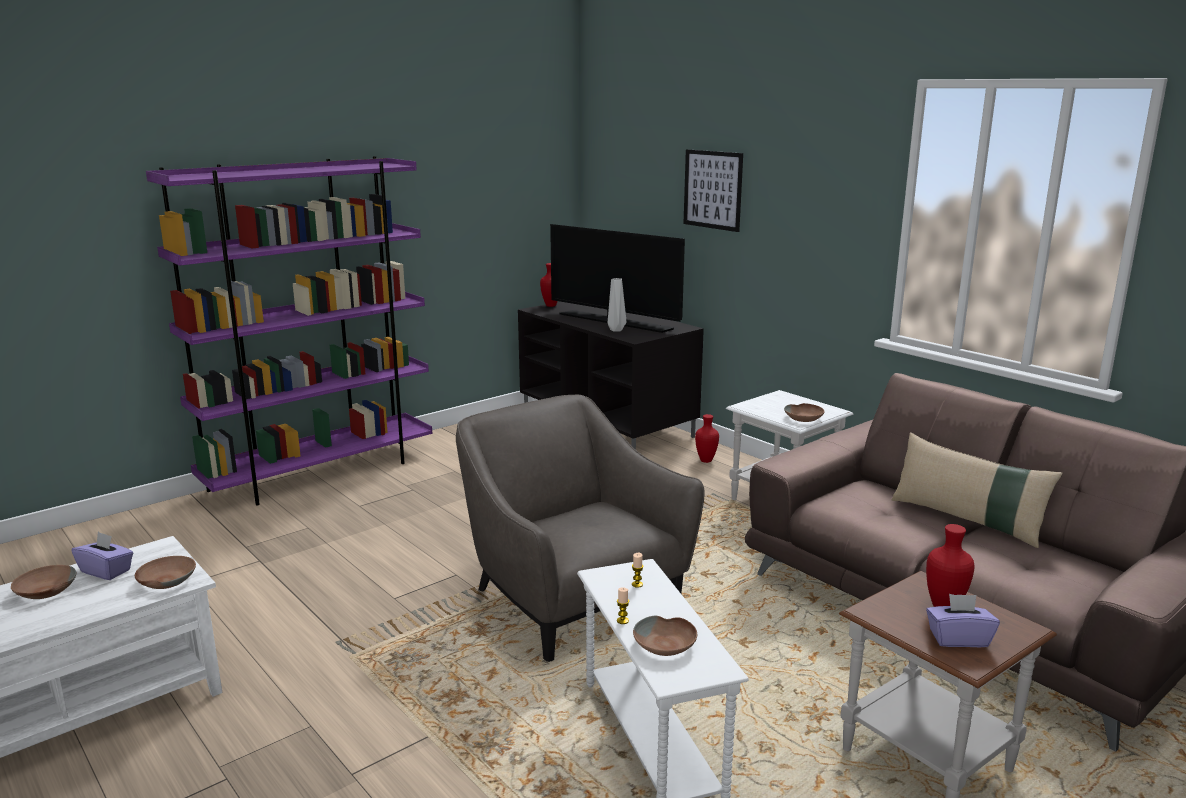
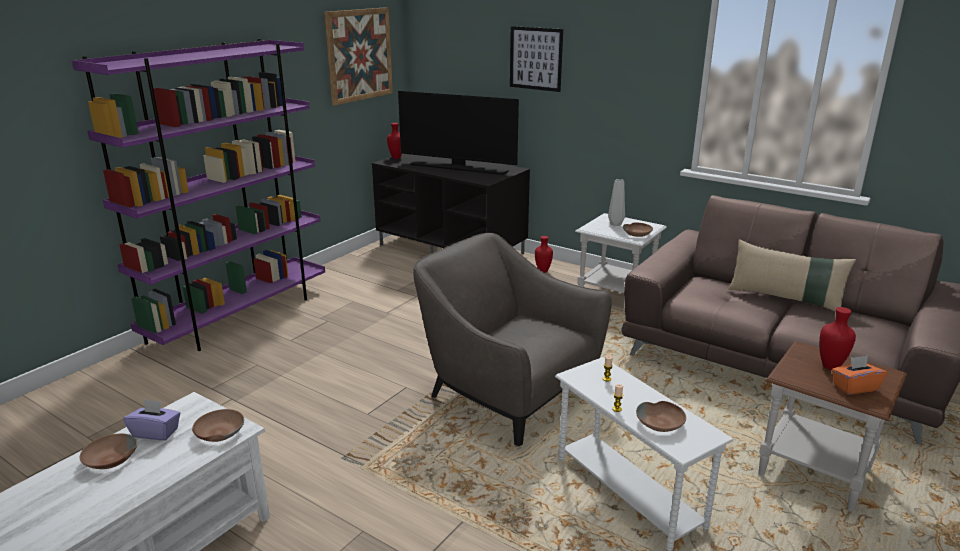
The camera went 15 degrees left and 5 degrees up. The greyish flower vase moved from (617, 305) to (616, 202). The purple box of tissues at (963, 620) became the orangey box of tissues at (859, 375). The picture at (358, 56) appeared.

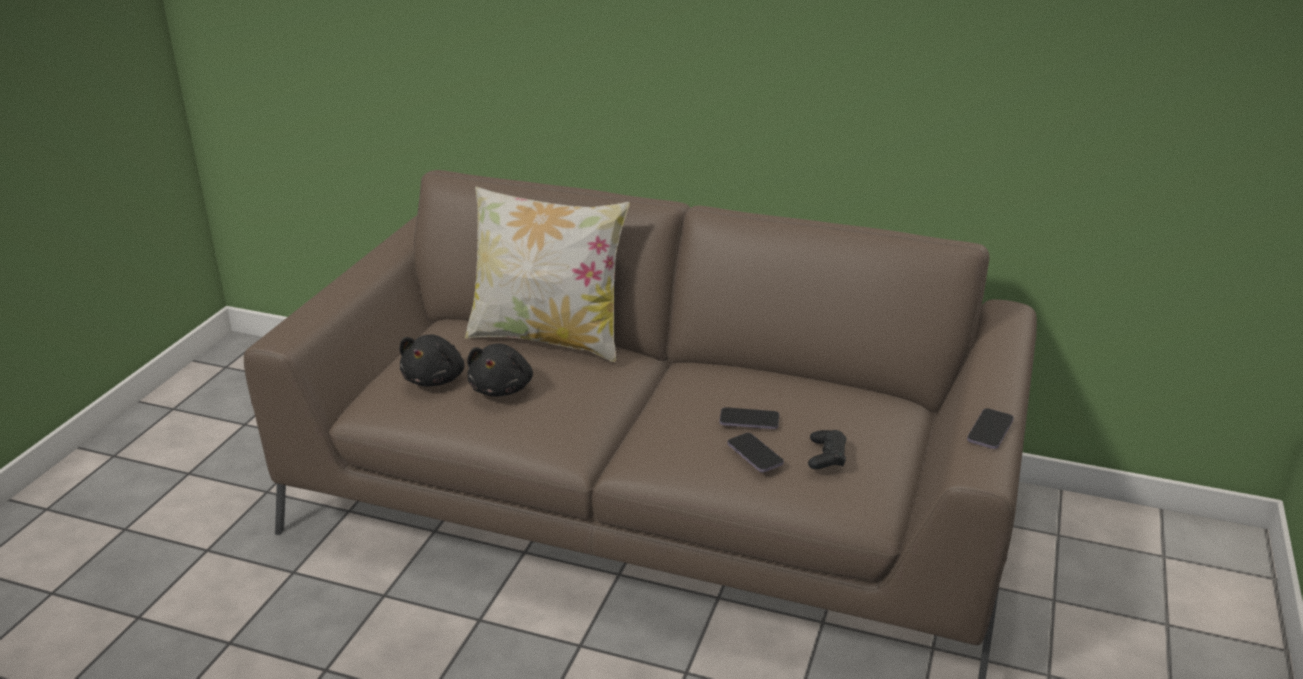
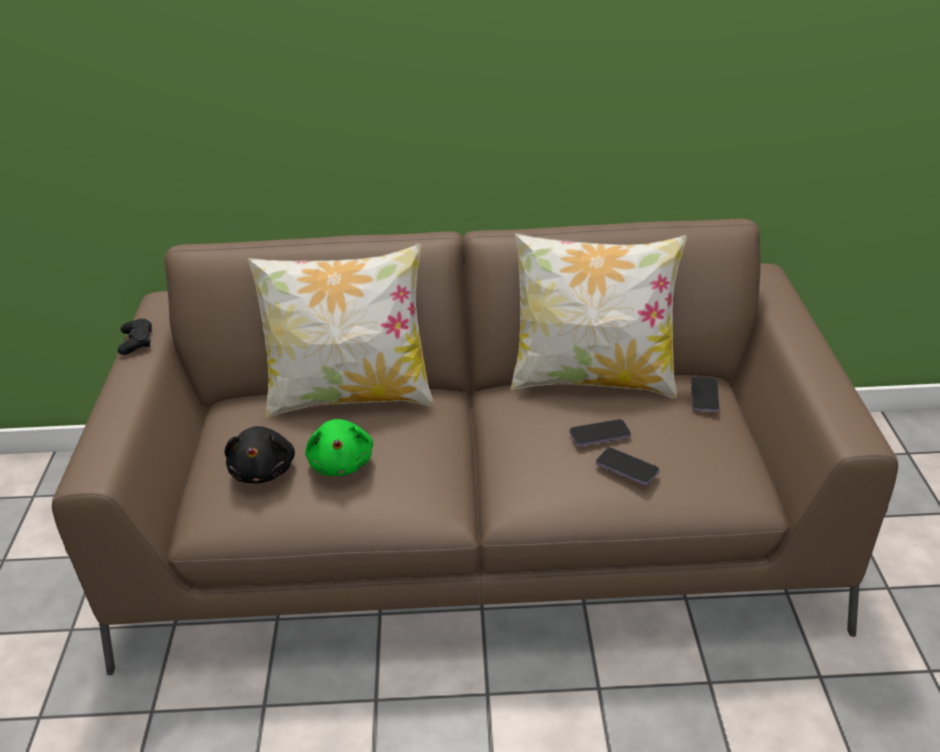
The camera went 20 degrees left and 5 degrees up. The black-coloured plush toy at (500, 370) became the green plush toy at (339, 447). The phone moved from (990, 428) to (705, 394). The black-coloured joypad moved from (827, 449) to (134, 336). The pillow at (599, 315) appeared.

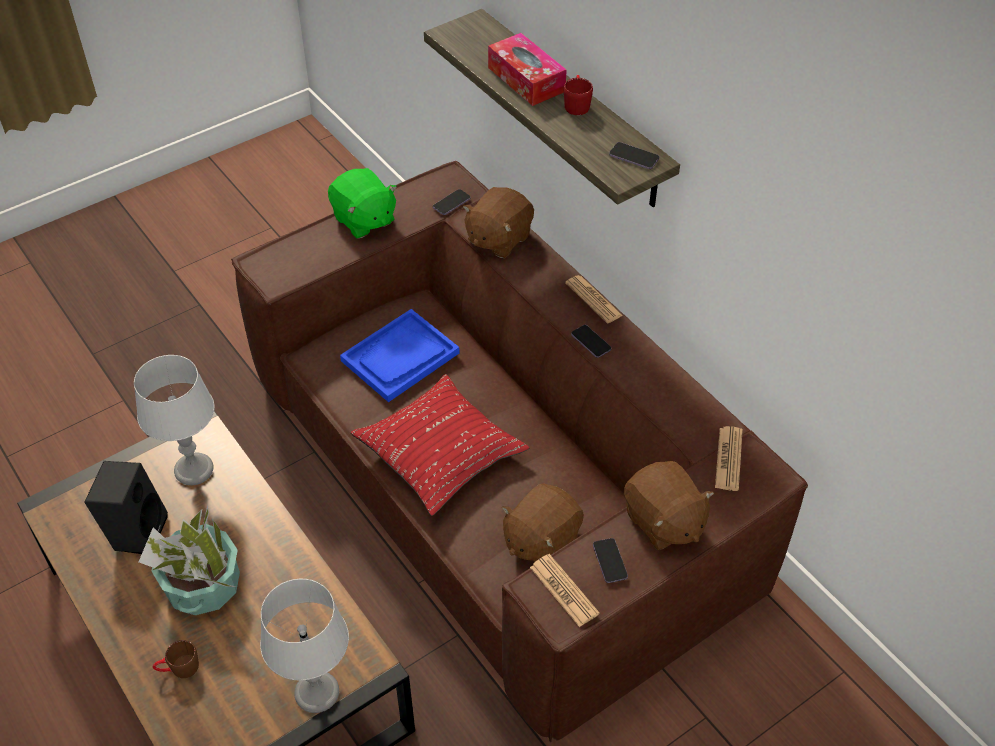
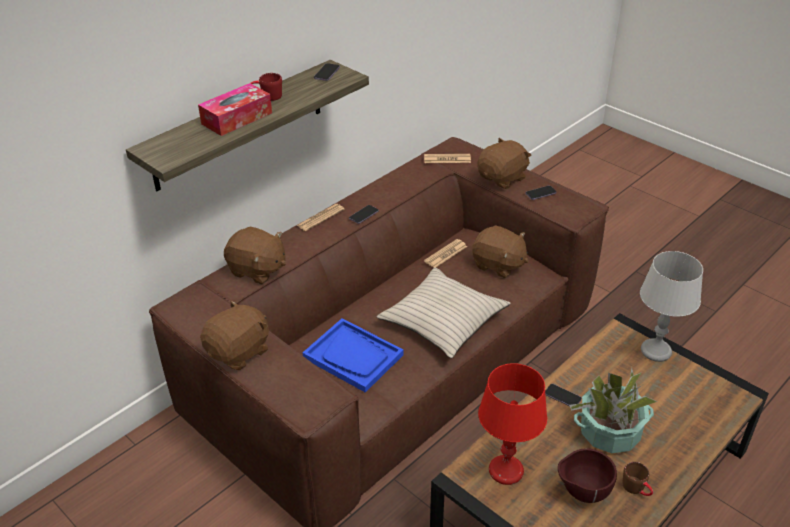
The camera went 100 degrees left and 10 degrees down. The green plush toy at (362, 203) became the brownish plush toy at (234, 335). The phone moved from (452, 202) to (563, 395). The greyish lamp for a table at (174, 420) became the red lamp for a table at (512, 424). The red pillow at (440, 445) became the sand-coloured pillow at (444, 312). The black-coloured loudspeaker at (126, 507) was replaced by the brownish serving bowl at (587, 475). The printed paper moved from (565, 590) to (445, 253). The brownish mug moved from (176, 659) to (638, 479).

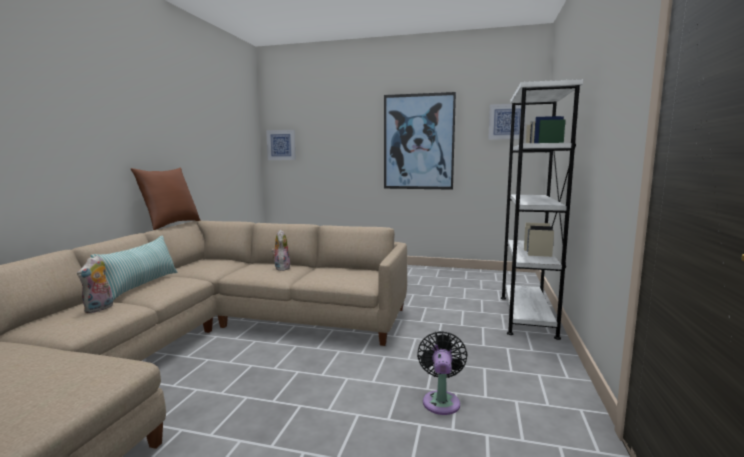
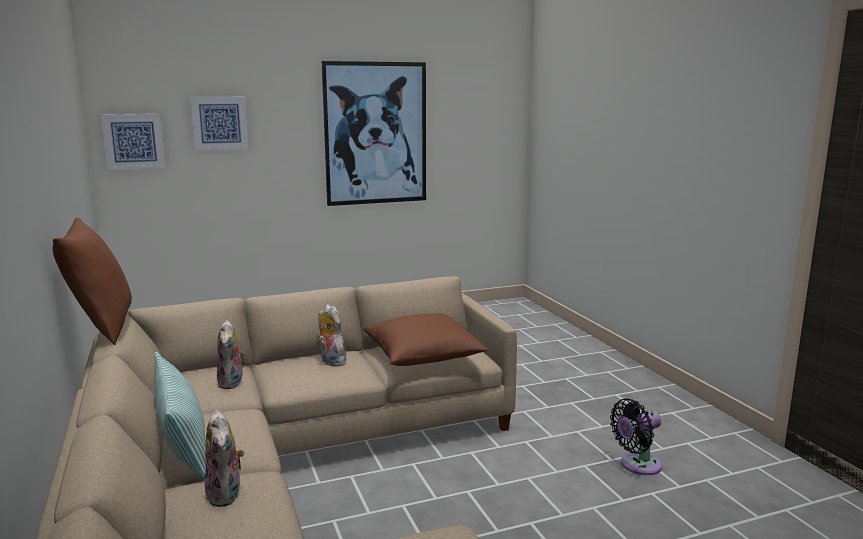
The camera went 35 degrees left and 5 degrees up. The white bookshelf at (542, 209) disappeared. The picture moved from (507, 122) to (219, 123). The black-coloured cooling fan at (442, 373) turned 90 degrees counterclockwise. The brownish pillow at (425, 339) appeared. The plush toy at (231, 354) appeared.

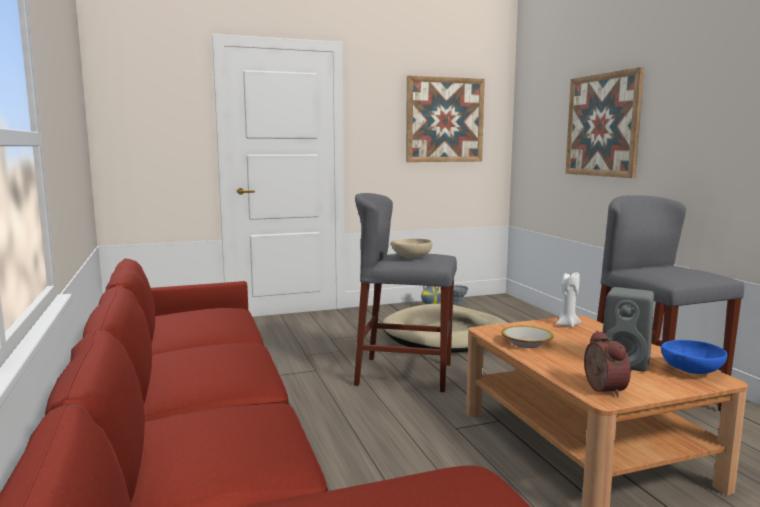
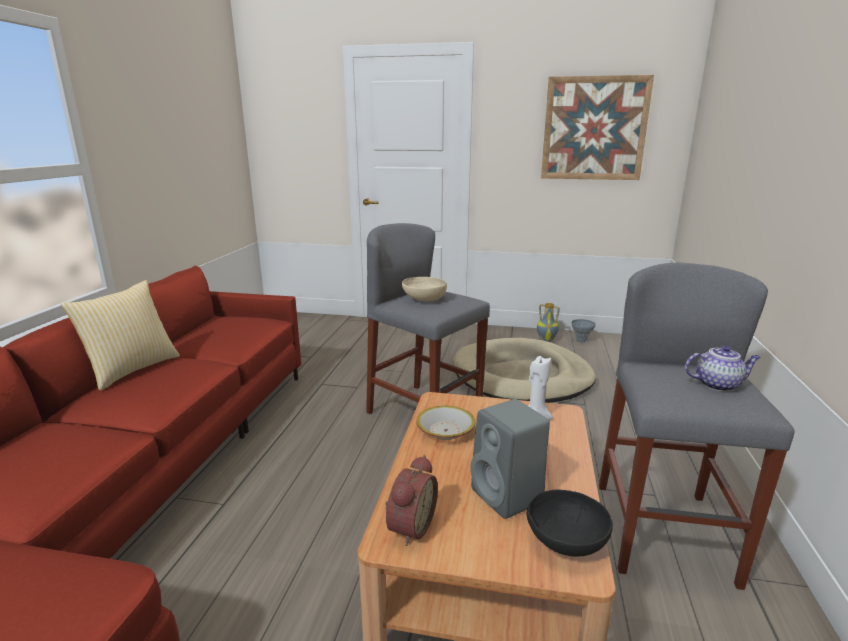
The camera went 30 degrees right and 10 degrees up. The picture at (604, 122) disappeared. The bluish serving bowl at (694, 357) became the black-coloured serving bowl at (569, 523). The pillow at (120, 335) appeared. The teapot at (723, 368) appeared.

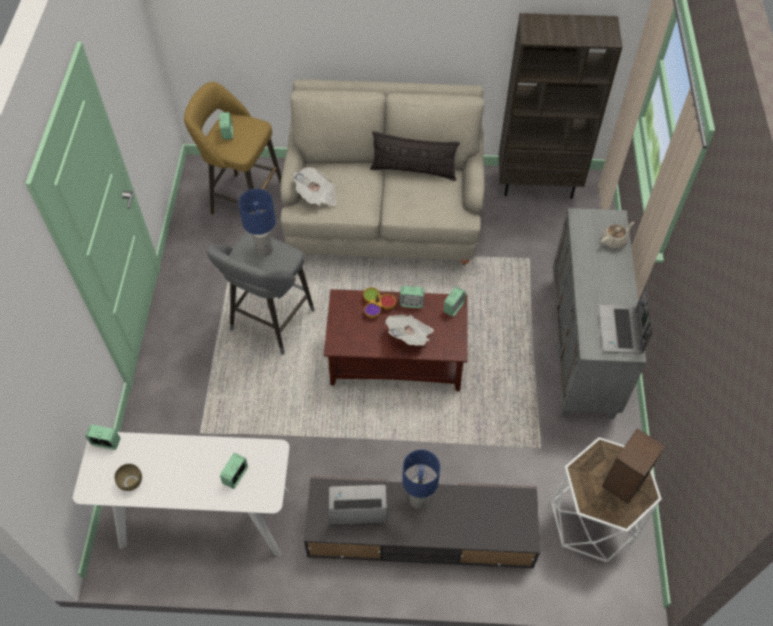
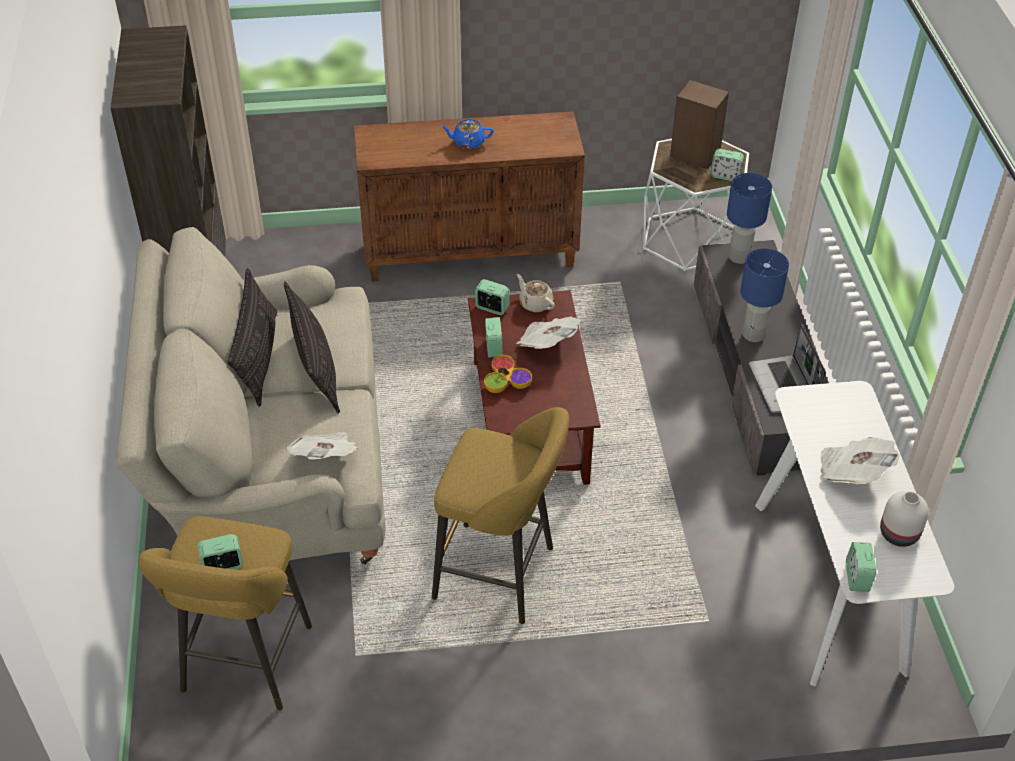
The camera went 100 degrees left and 10 degrees down. The bluish lamp for a table moved from (257, 222) to (749, 218). The greyish cupboard at (599, 313) became the brownish cupboard at (469, 196). The sand-coloured teapot moved from (617, 235) to (536, 293). The greyish stool at (260, 293) became the yellow stool at (500, 515). The notebook computer at (625, 320) disappeared. The bedside clock moved from (234, 471) to (727, 165). The brownish serving bowl at (128, 477) was replaced by the white flower vase at (904, 519). The bluish teapot at (467, 134) appeared. The pillow at (312, 347) appeared. The printed paper at (859, 460) appeared.

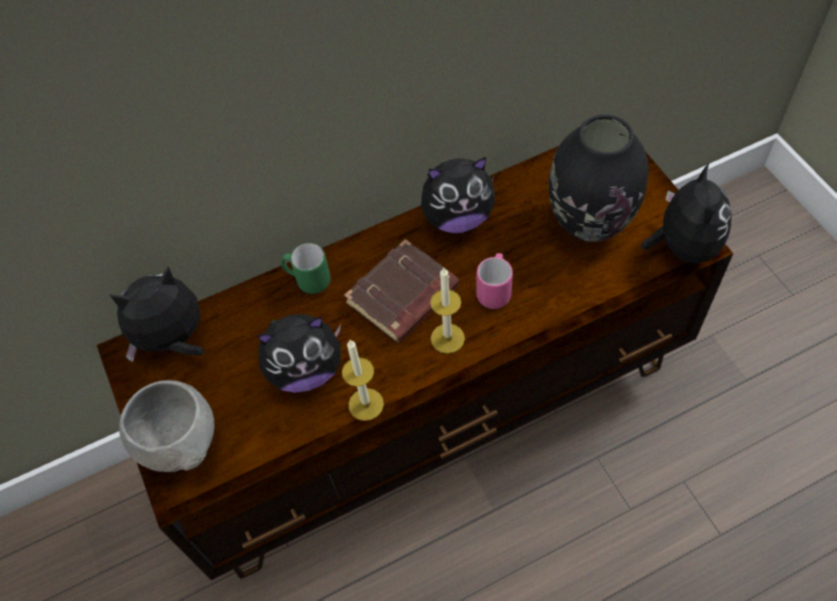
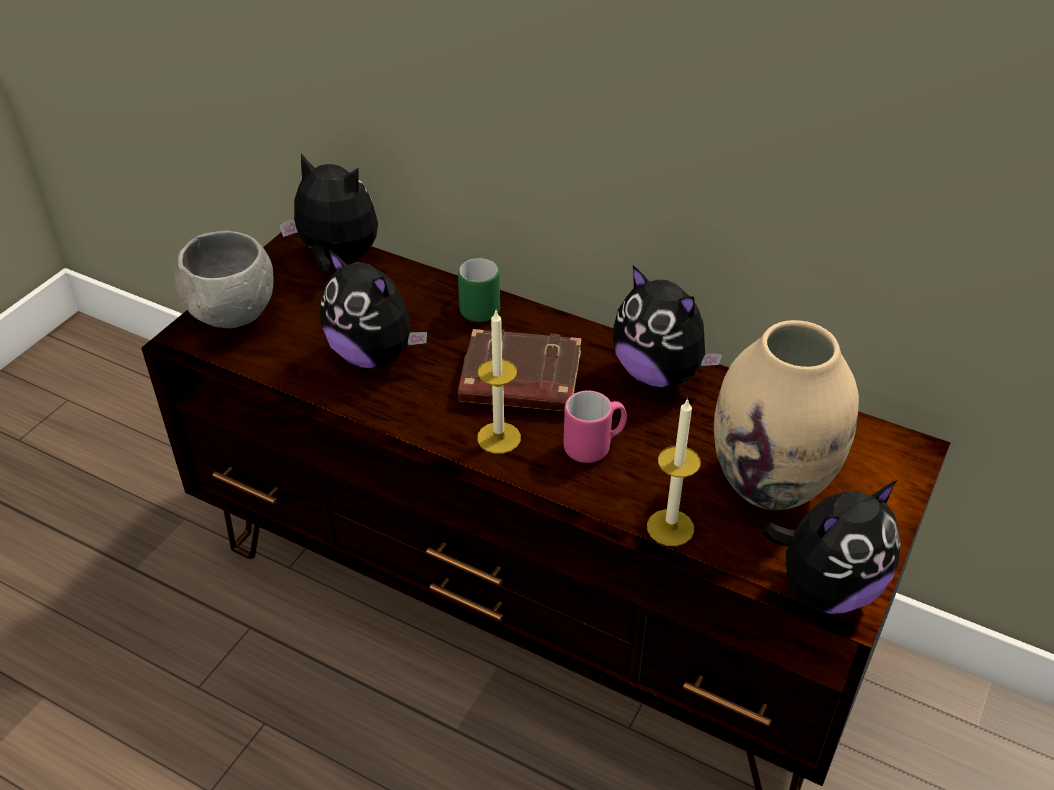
The camera went 50 degrees right and 15 degrees down. The black-coloured flower vase at (599, 178) became the sand-coloured flower vase at (786, 415). The wax light moved from (363, 380) to (674, 472).

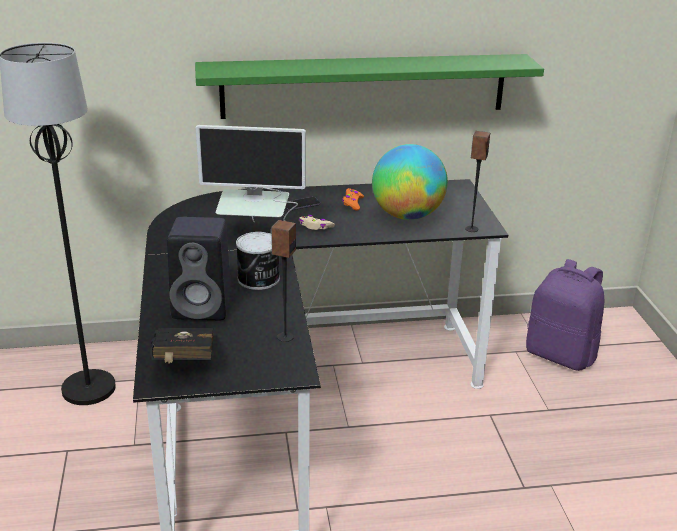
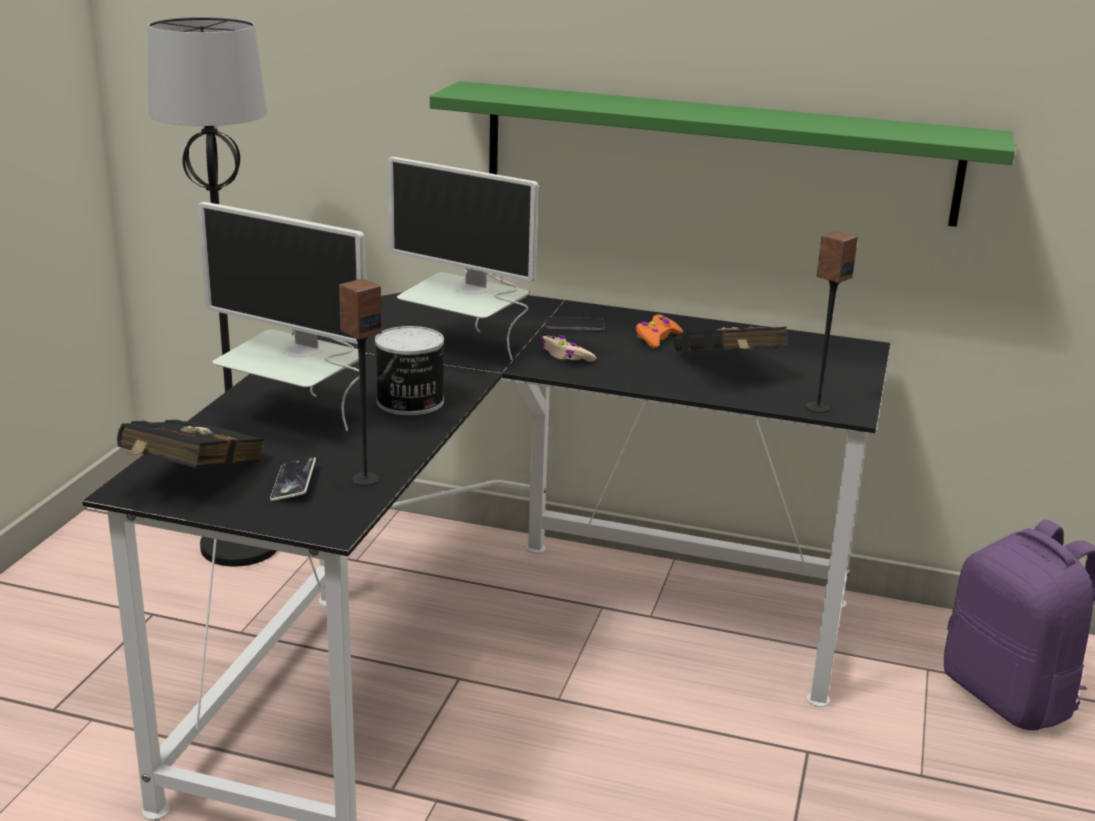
The camera went 25 degrees right and 5 degrees down. The desk globe at (410, 182) was replaced by the black-coloured book at (731, 339). The black-coloured loudspeaker at (199, 268) was replaced by the monitor at (282, 316). The phone at (293, 479) appeared.

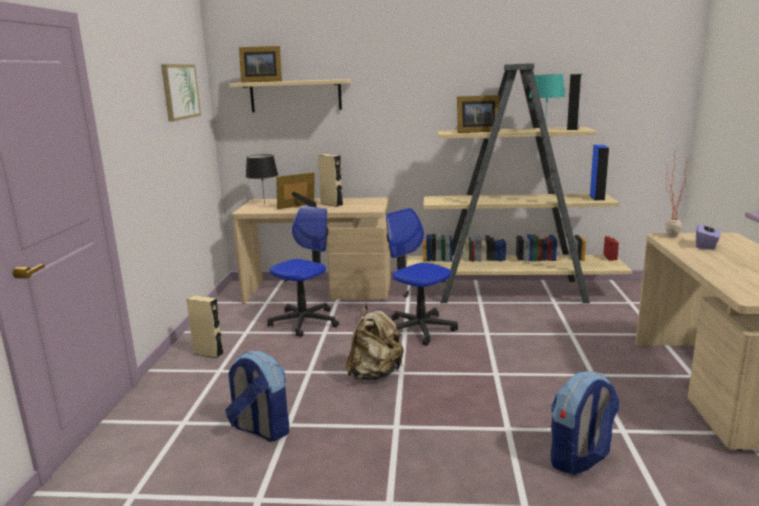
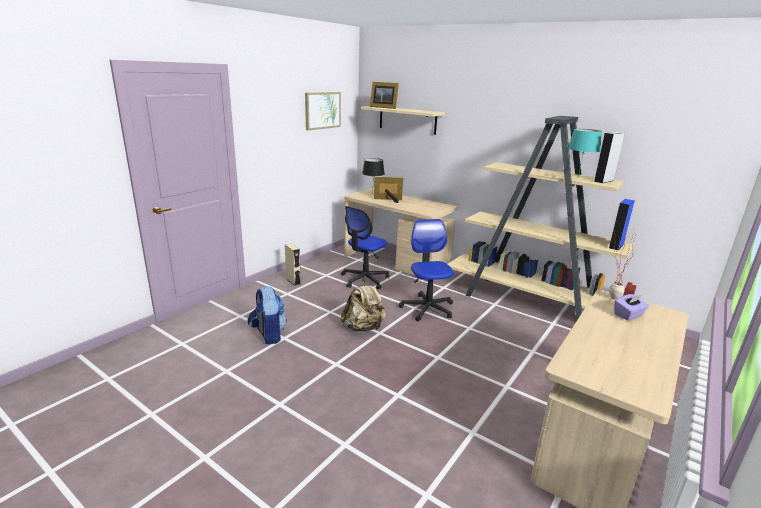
The camera went 30 degrees right and 5 degrees up. The standing frame at (478, 114) disappeared. The sand-coloured loudspeaker at (330, 180) disappeared. The office chair at (303, 271) turned 150 degrees clockwise. The knapsack at (585, 423) disappeared.

